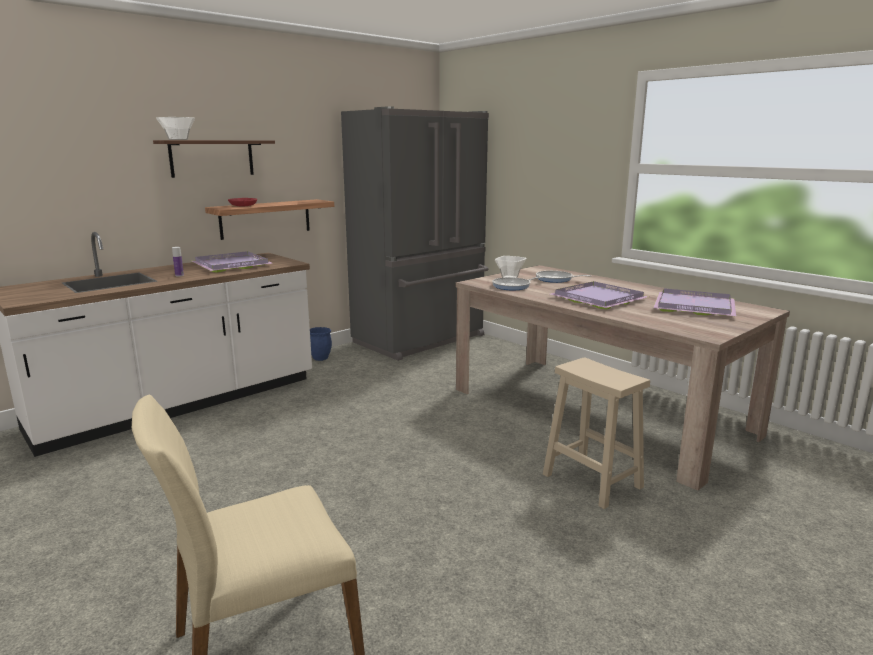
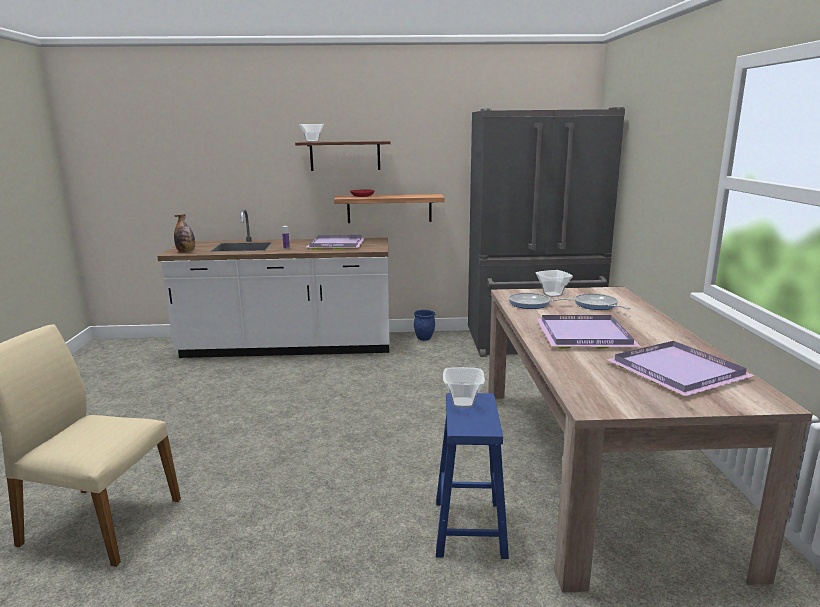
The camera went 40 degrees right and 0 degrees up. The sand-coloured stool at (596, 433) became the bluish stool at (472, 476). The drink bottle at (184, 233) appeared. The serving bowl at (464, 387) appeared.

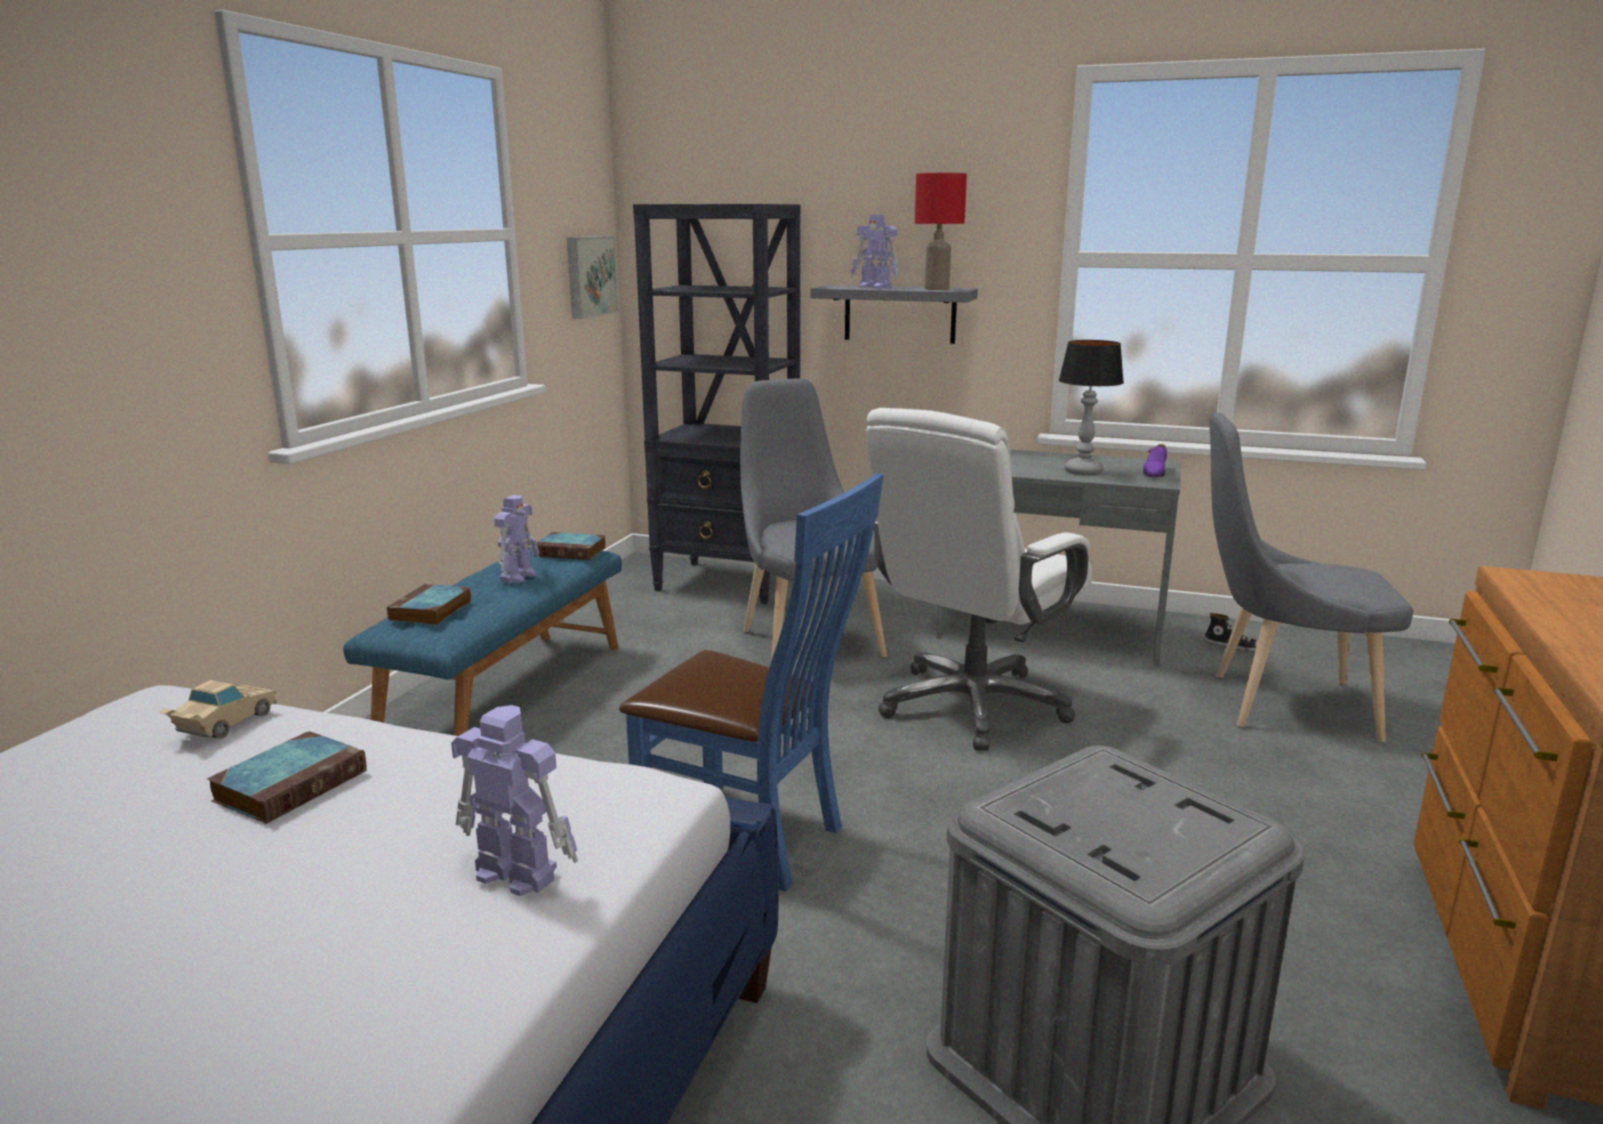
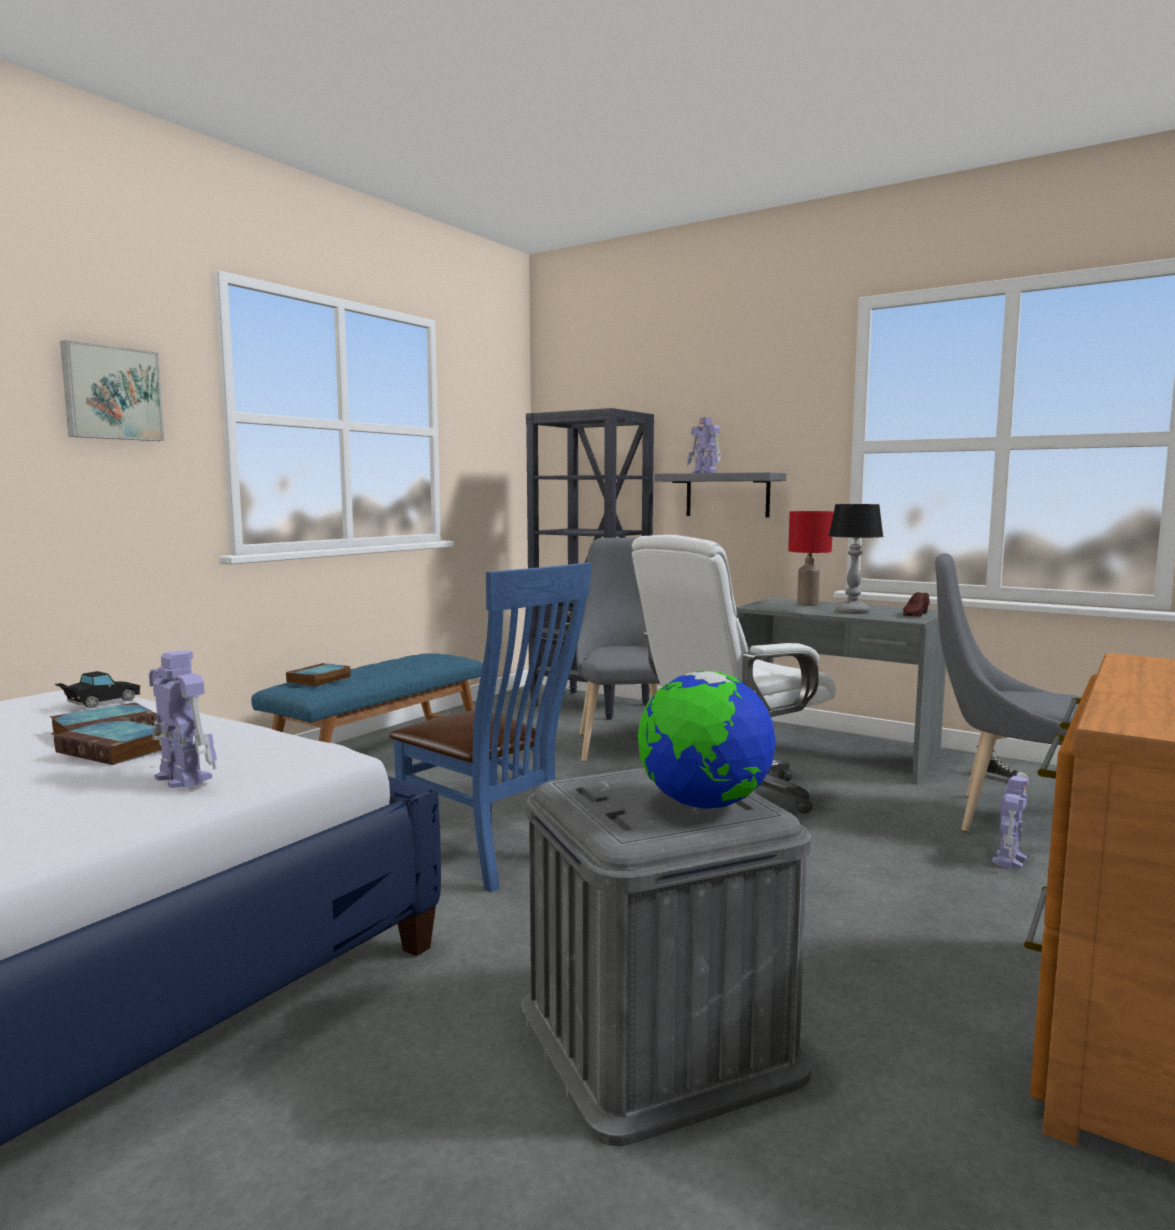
The camera went 15 degrees right and 10 degrees down. The red lamp for a table moved from (941, 231) to (810, 558). The picture moved from (592, 277) to (112, 390). The purple item of footwear at (1155, 460) became the brownish item of footwear at (916, 604). The model robot moved from (517, 539) to (1010, 822). The book moved from (570, 546) to (108, 742). The sand-coloured miniature car at (217, 709) became the black-coloured miniature car at (98, 689). The desk globe at (707, 740) appeared.

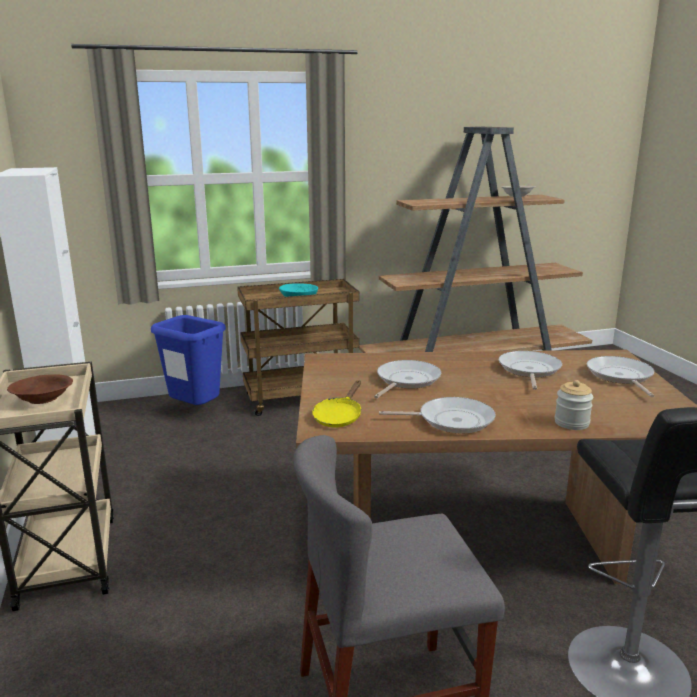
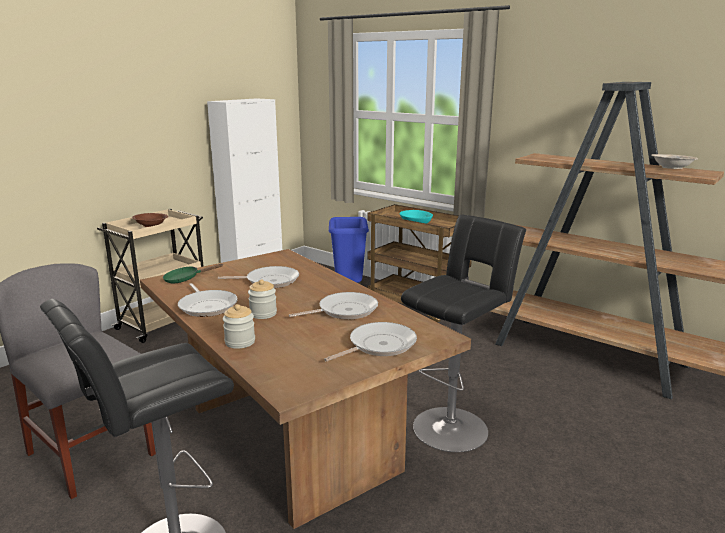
The camera went 55 degrees right and 0 degrees up. The yellow pan at (336, 403) became the green pan at (193, 273). The black-coloured stool at (463, 333) appeared. The preserve jar at (262, 299) appeared.

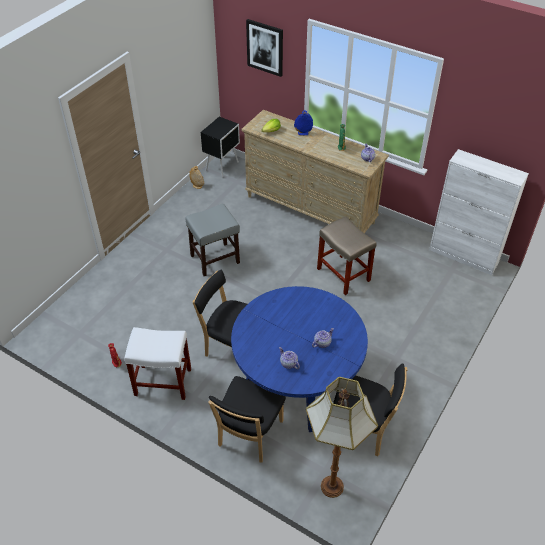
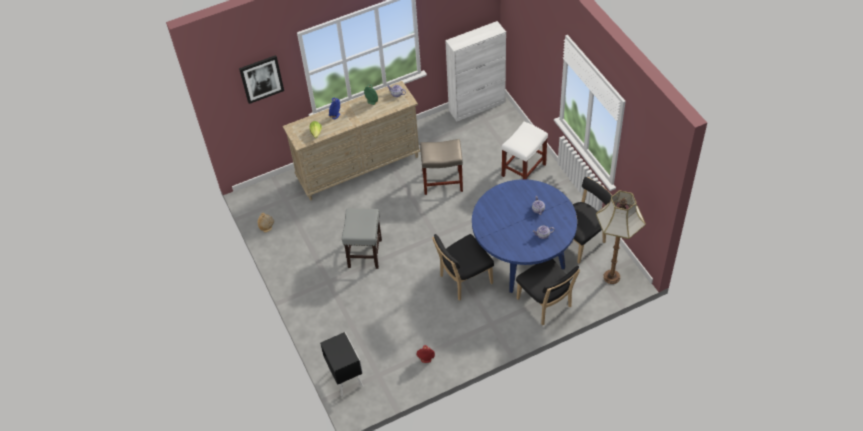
The camera went 55 degrees left and 5 degrees up. The black-coloured bedside table moved from (220, 147) to (342, 364). The white stool moved from (157, 363) to (525, 151).

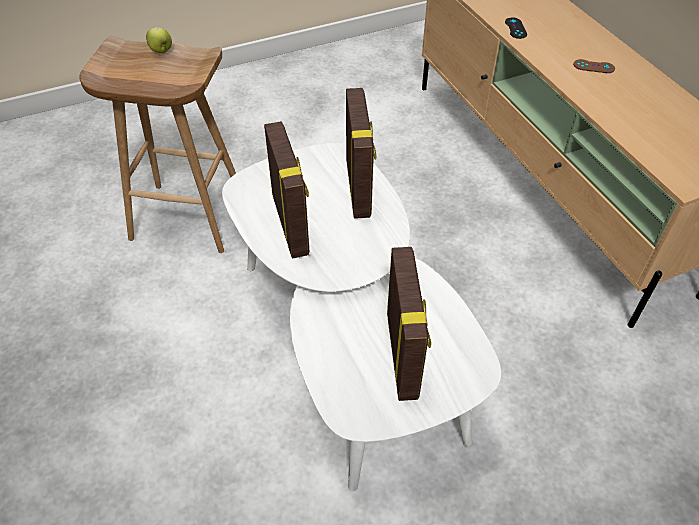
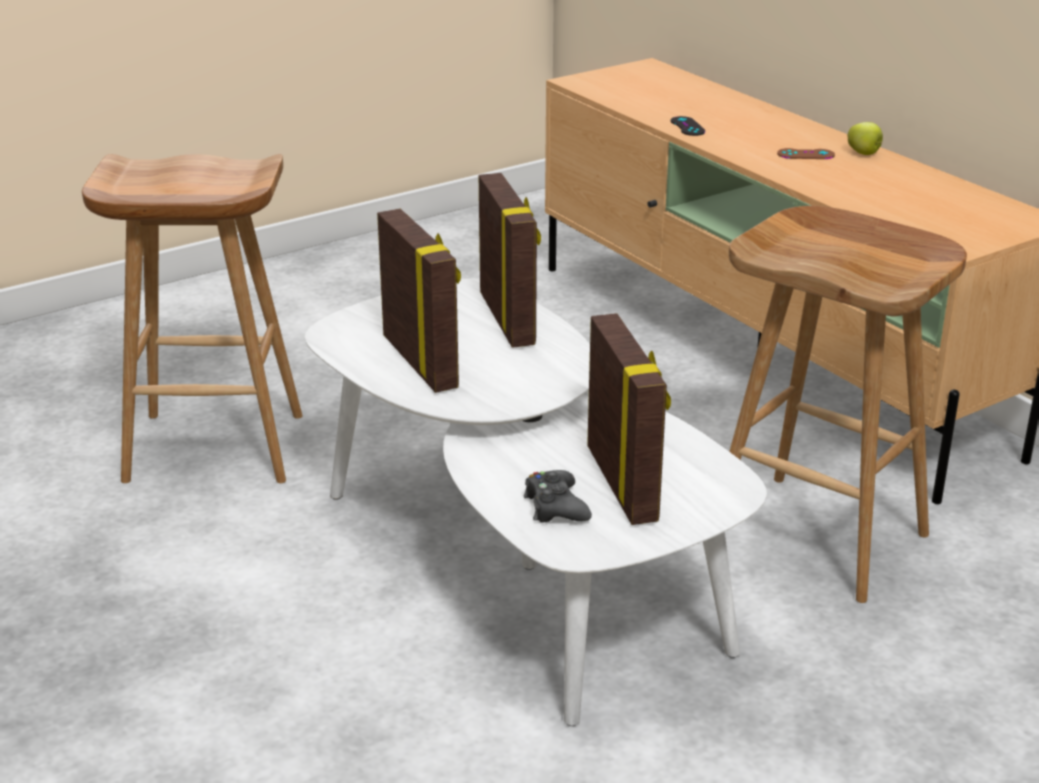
The camera went 10 degrees left and 20 degrees down. The apple moved from (159, 40) to (865, 138). The brownish stool at (848, 404) appeared. The black-coloured joypad at (558, 496) appeared.

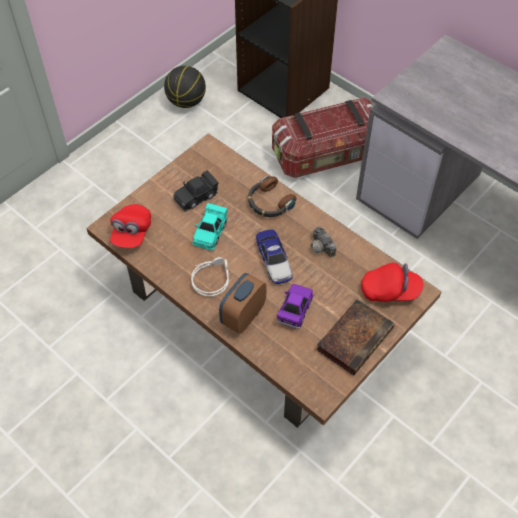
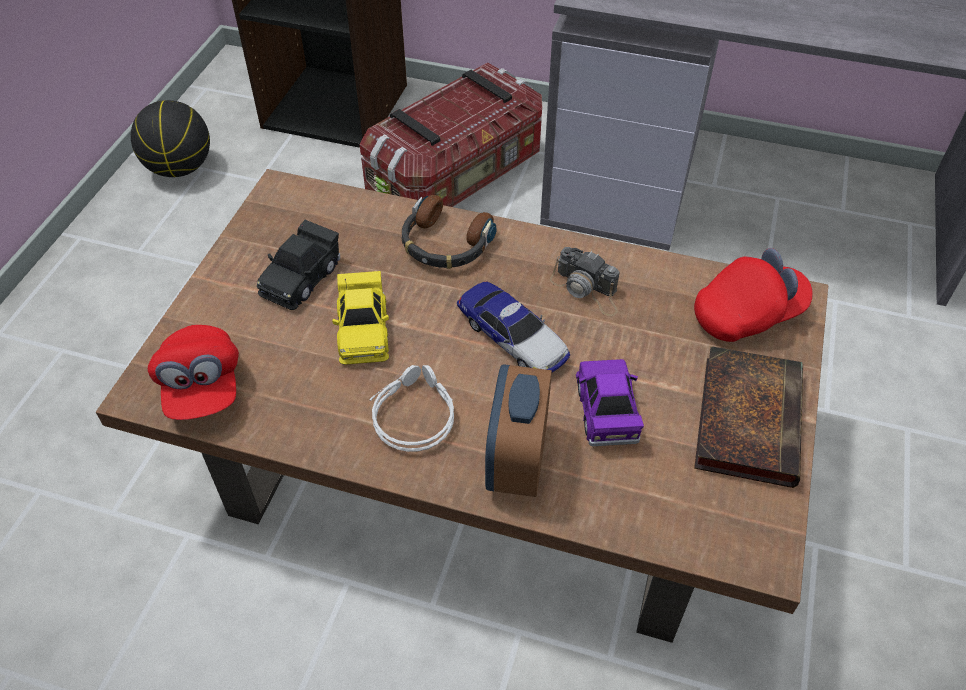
The camera went 25 degrees left and 5 degrees down. The turquoise miniature car at (209, 226) became the yellow miniature car at (360, 318).

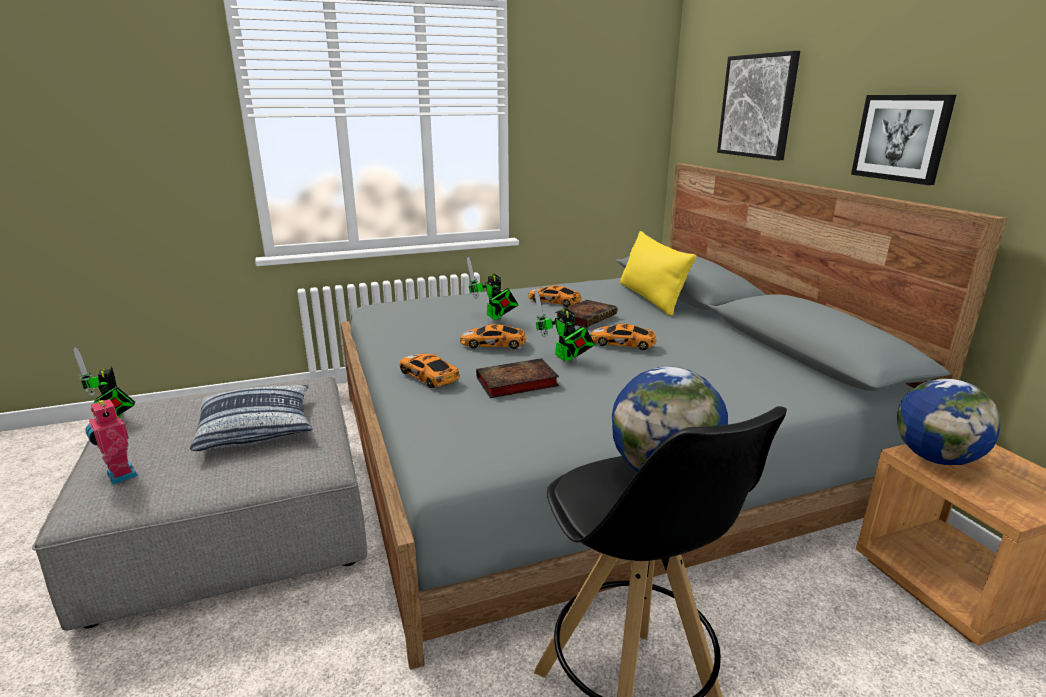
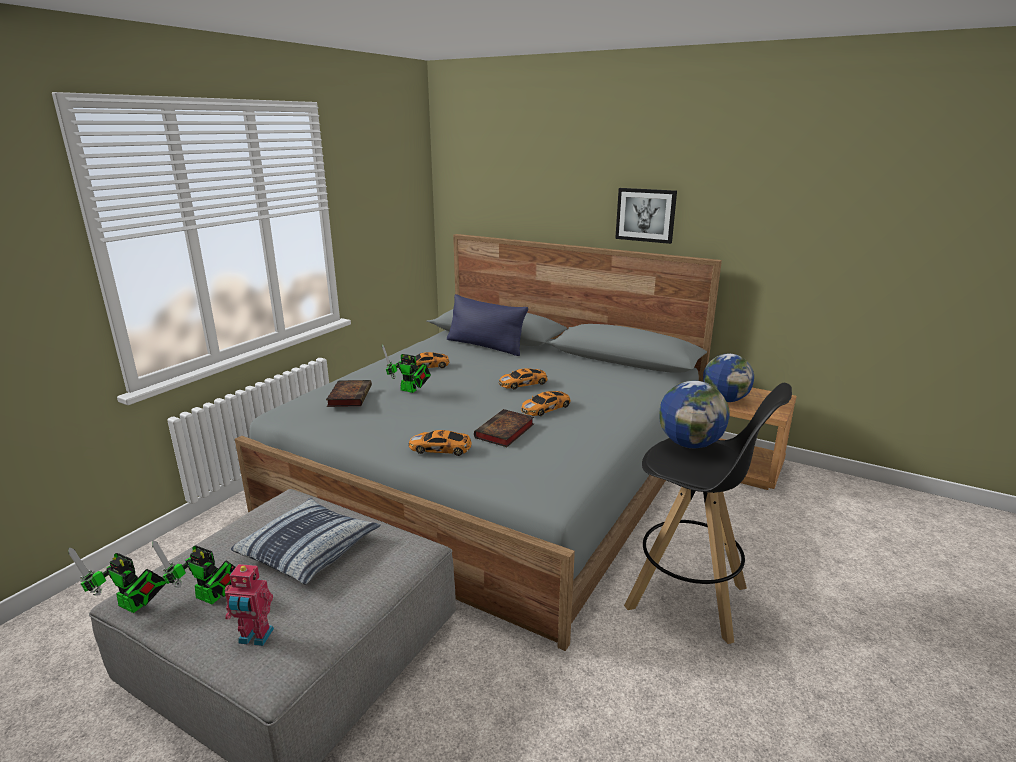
The camera went 40 degrees left and 0 degrees up. The picture at (758, 105) disappeared. The yellow pillow at (658, 273) became the bluish pillow at (487, 325). The model robot moved from (564, 325) to (194, 572). The book moved from (586, 314) to (349, 393). The miniature car moved from (493, 336) to (546, 403).

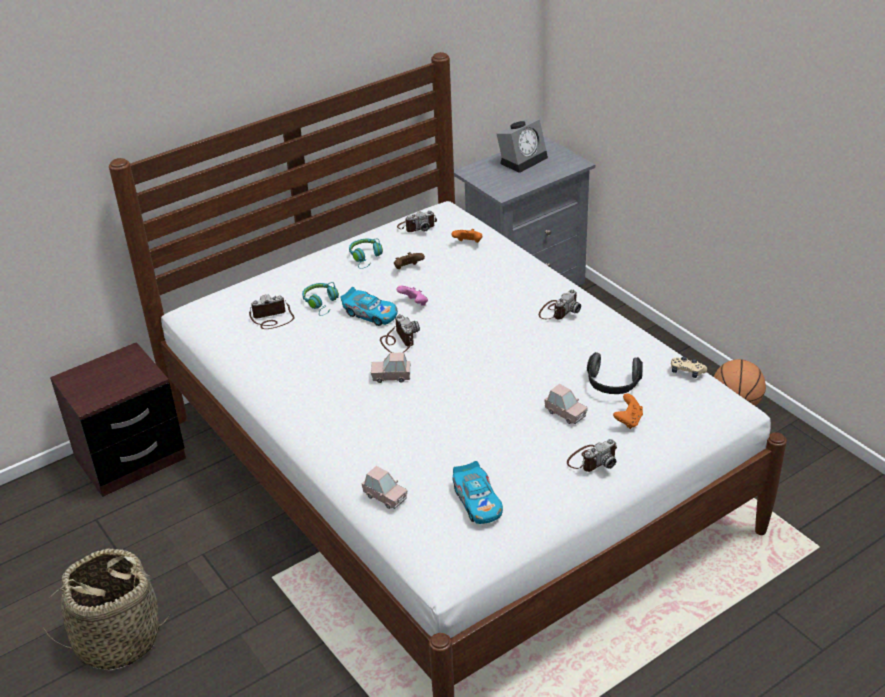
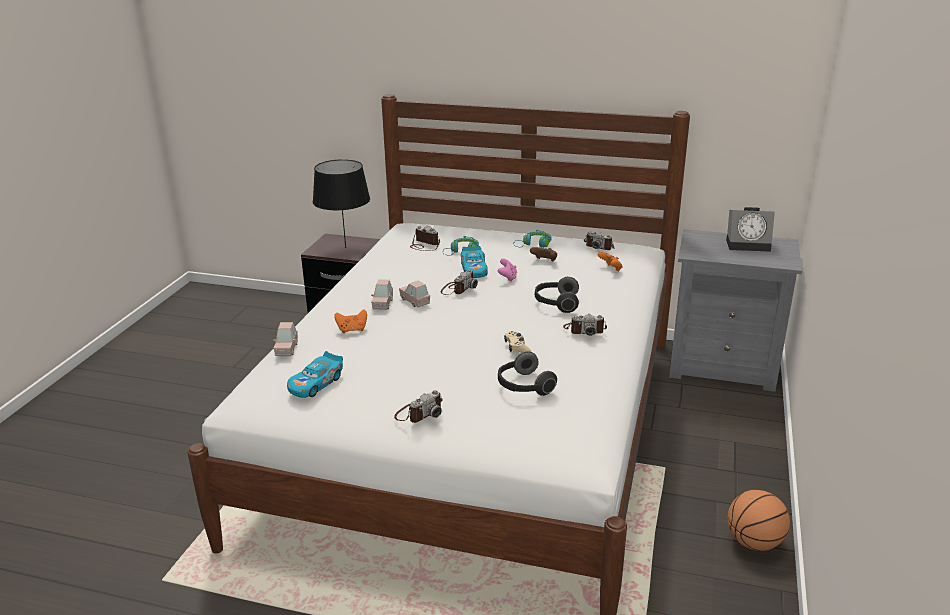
The camera went 50 degrees right and 10 degrees down. The sand-coloured joypad moved from (689, 367) to (517, 342). The pink miniature car moved from (566, 404) to (382, 294). The orangey joypad moved from (628, 411) to (350, 321). The still camera at (592, 455) turned 60 degrees counterclockwise. The storage basket at (105, 610) disappeared. The black-coloured lamp for a table at (341, 203) appeared. The pair of headphones at (557, 295) appeared.

